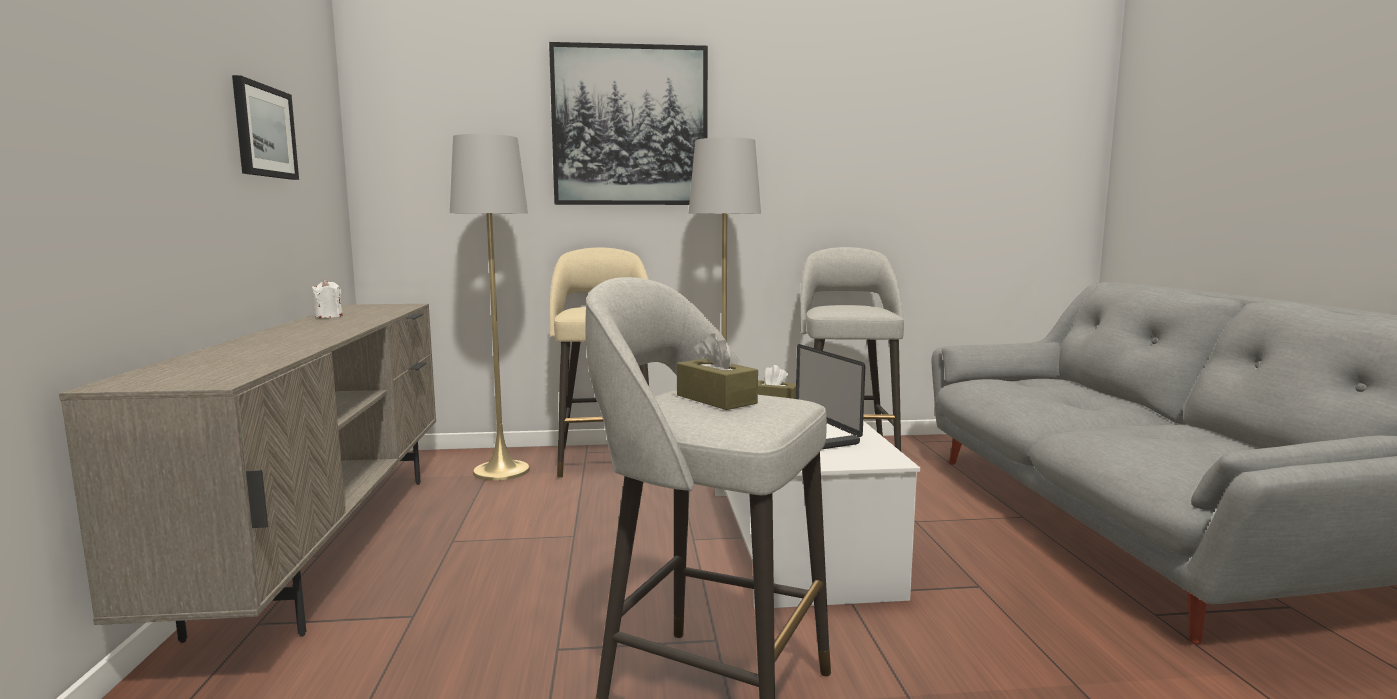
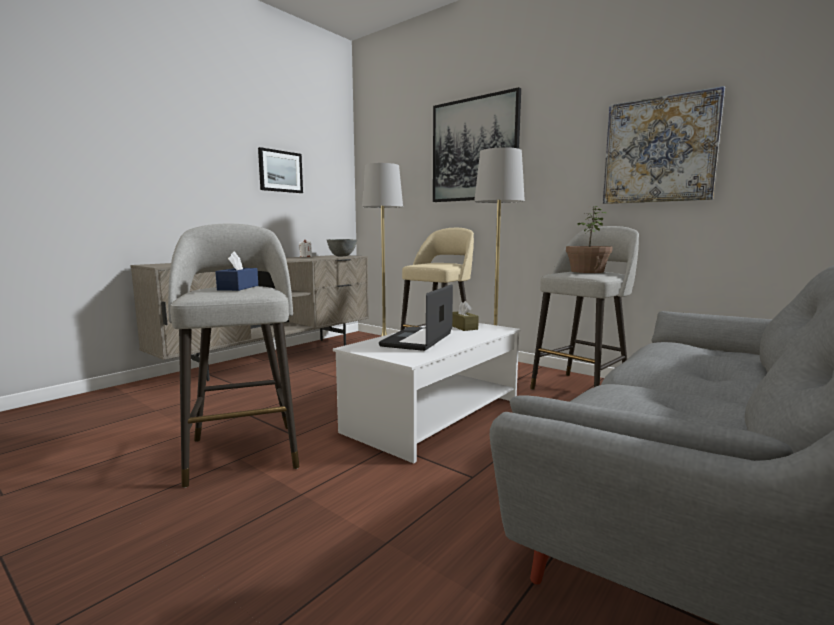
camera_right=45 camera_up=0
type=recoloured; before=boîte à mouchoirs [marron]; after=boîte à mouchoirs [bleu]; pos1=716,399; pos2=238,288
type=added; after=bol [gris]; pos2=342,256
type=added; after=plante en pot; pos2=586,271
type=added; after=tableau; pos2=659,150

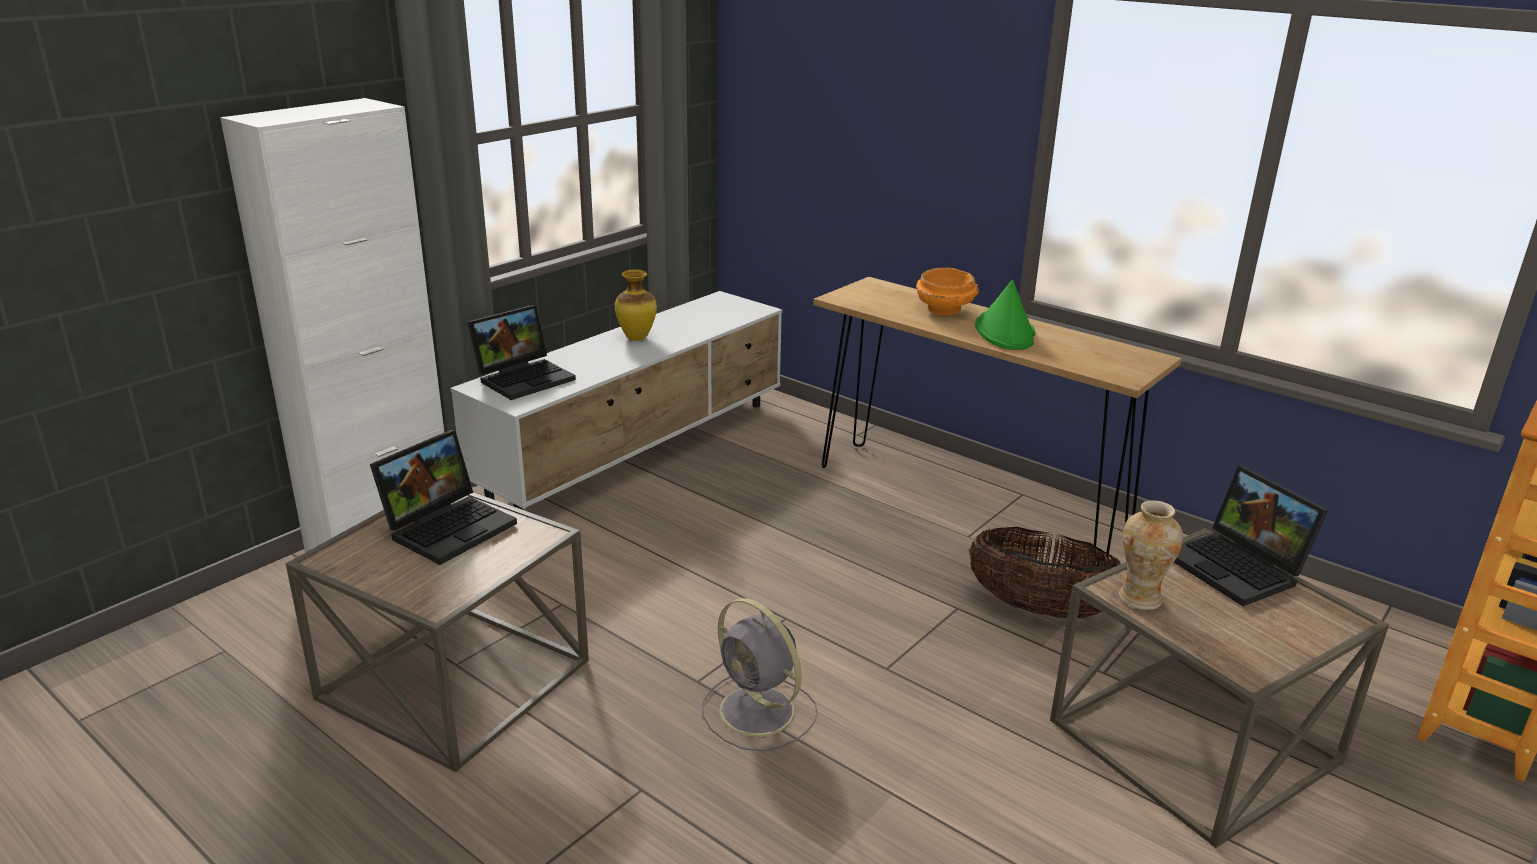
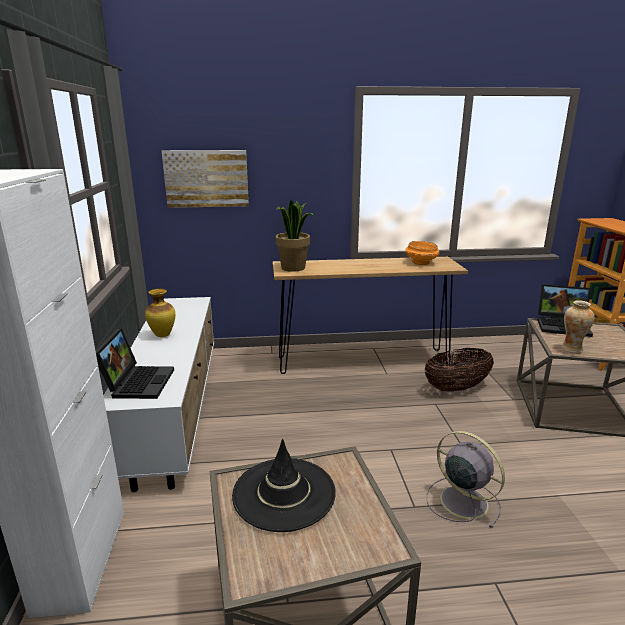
camera_right=-45 camera_up=-5
type=added; after=tableau; pos2=206,178
type=replaced; before=ordinateur portable; after=chapeau [noir]; pos1=450,526; pos2=284,493
type=added; after=plante en pot; pos2=293,268
type=moved; before=bol [orange]; pos1=945,310; pos2=421,263
type=turned; before=ventilateur [gris]; pos1=760,713; pos2=461,500; turn=-135
type=removed; before=chapeau [vert]; pos1=1005,332

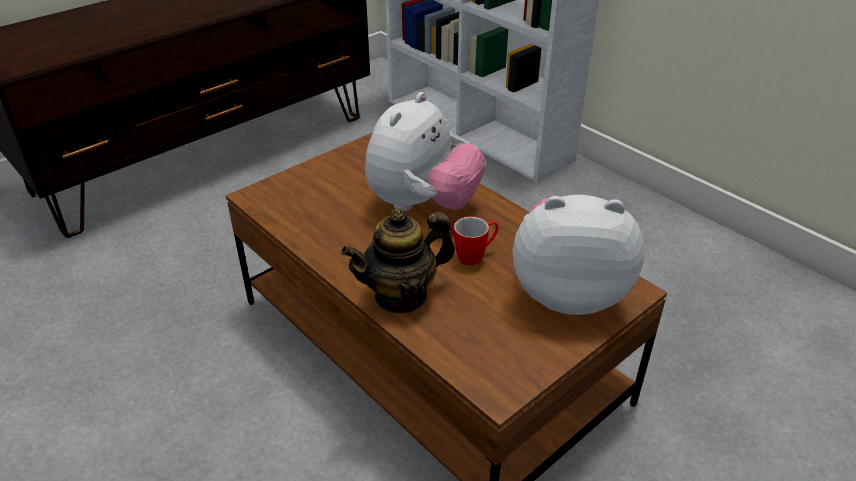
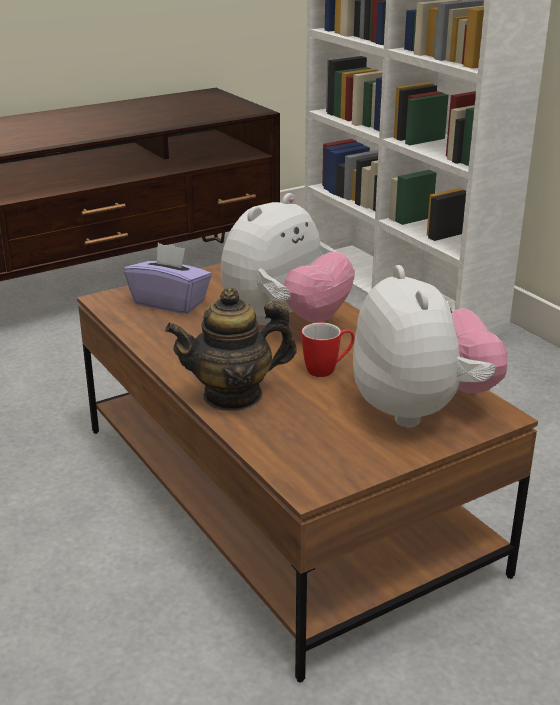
camera_right=10 camera_up=-10
type=added; after=boîte à mouchoirs [violet]; pos2=170,302
type=turned; before=peluche; pos1=568,292; pos2=421,410; turn=60

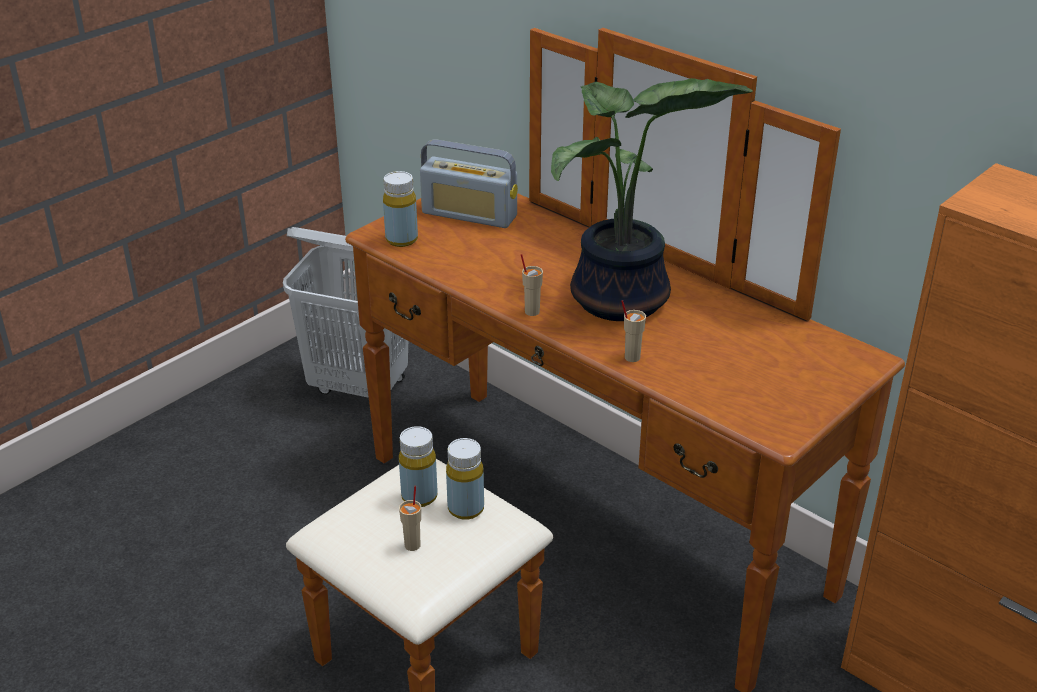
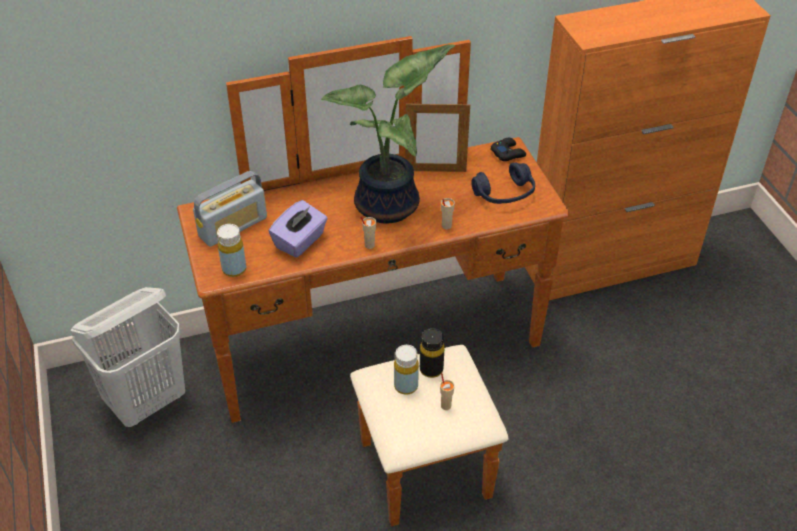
camera_right=-60 camera_up=10
type=added; after=boîte à mouchoirs [violet]; pos2=300,241
type=added; after=cadre photo; pos2=435,171
type=recoloured; before=bouteille [jaune]; after=bouteille [noir]; pos1=466,509; pos2=431,369
type=added; after=casque audio [bleu]; pos2=504,194
type=added; after=manette [noir]; pos2=508,153

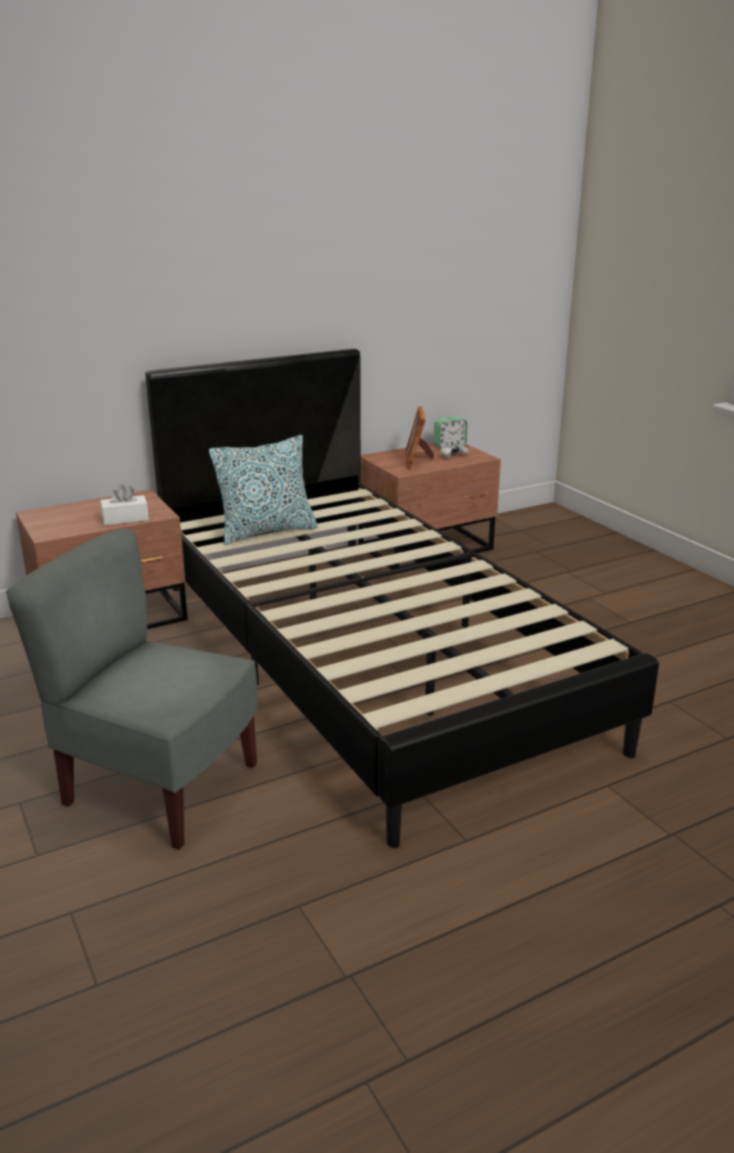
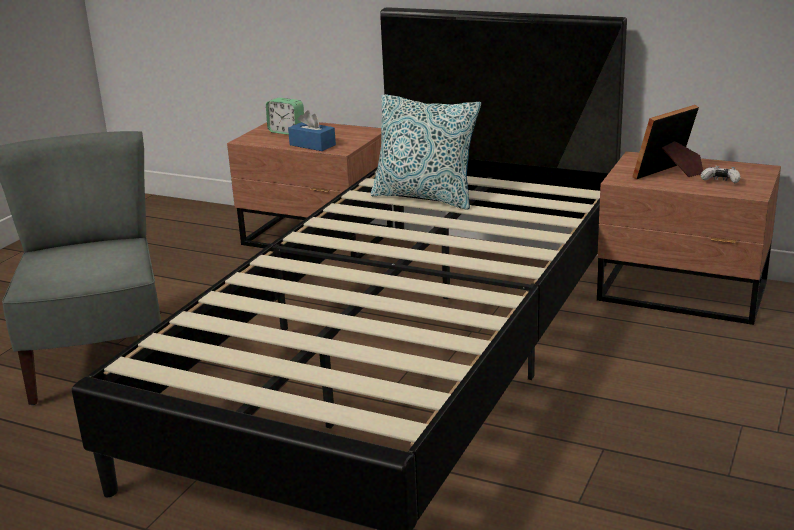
camera_right=55 camera_up=0
type=moved; before=réveil; pos1=449,446; pos2=286,132
type=recoloured; before=boîte à mouchoirs [blanc]; after=boîte à mouchoirs [bleu]; pos1=125,519; pos2=312,145

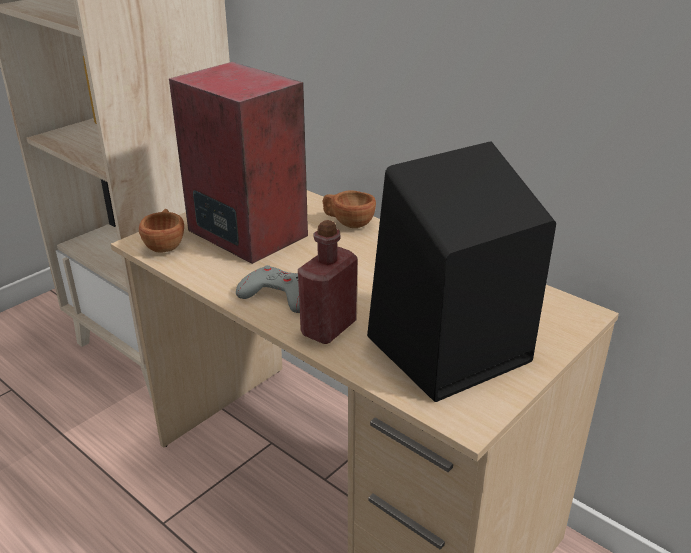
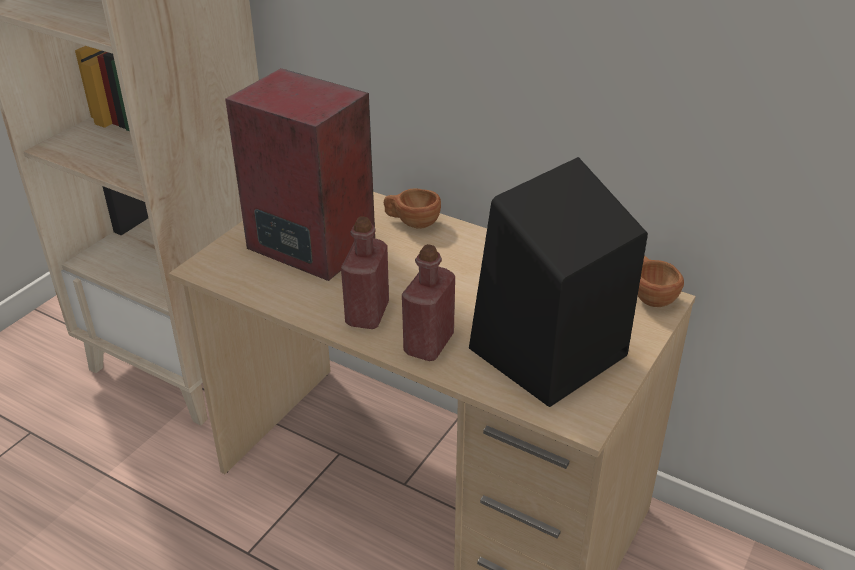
camera_right=-10 camera_up=5
type=replaced; before=manette [gris]; after=bouteille [rouge]; pos1=278,295; pos2=367,314
type=moved; before=tasse [marron]; pos1=165,245; pos2=650,296

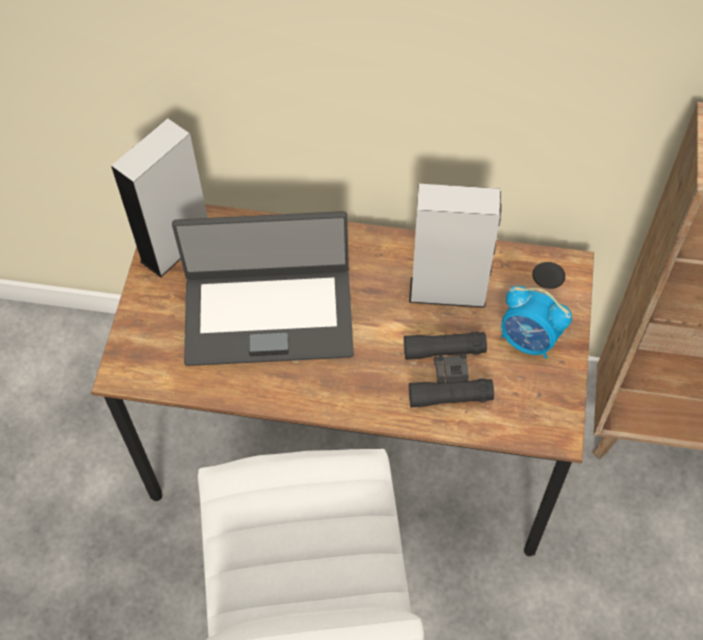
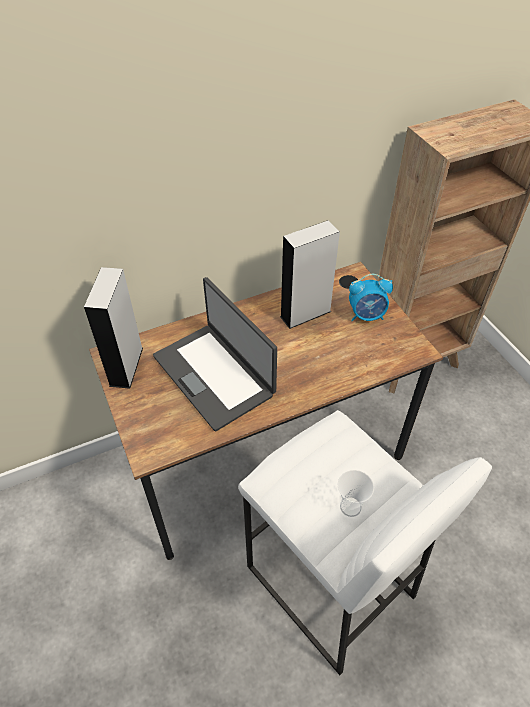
camera_right=-35 camera_up=-10
type=turned; before=ordinateur portable; pos1=268,315; pos2=214,374; turn=90
type=added; after=tasse; pos2=350,507
type=removed; before=jumelles [noir]; pos1=447,374

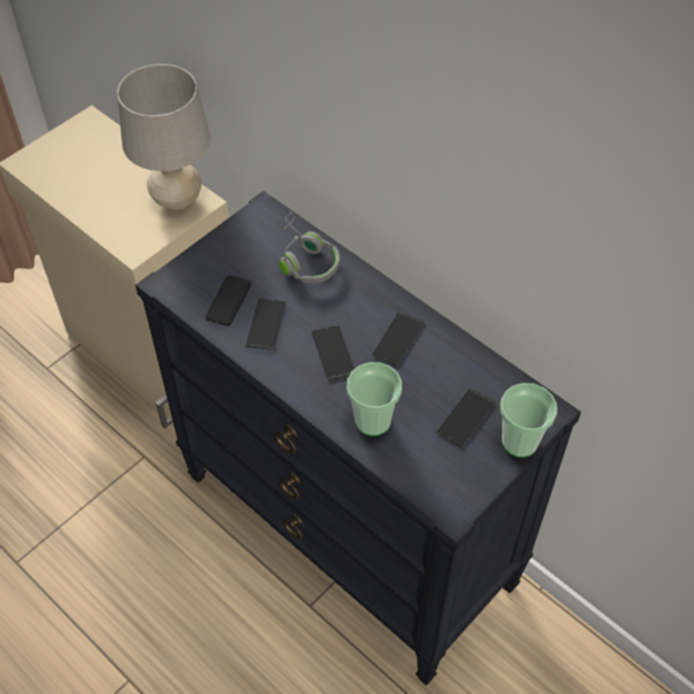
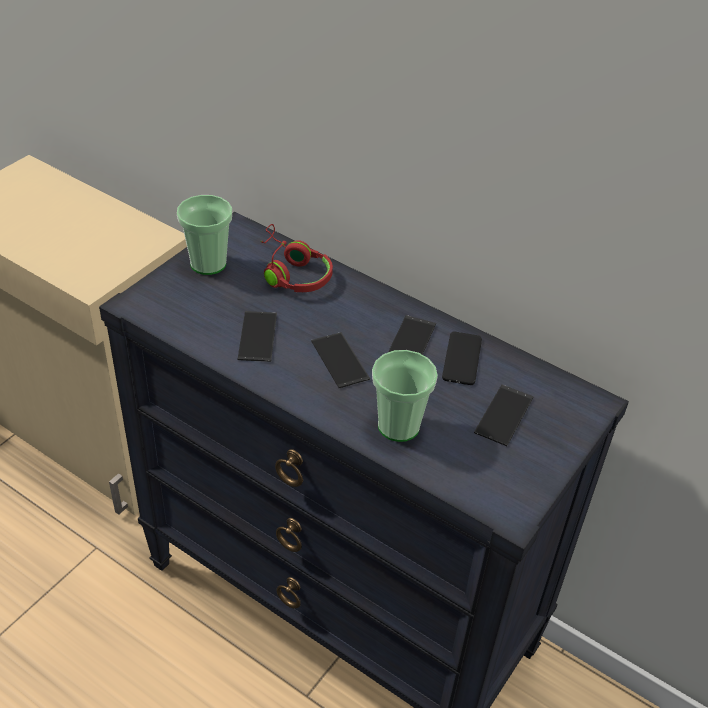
camera_right=-10 camera_up=-10
type=moved; before=tasse; pos1=519,442; pos2=208,263
type=recoloured; before=casque audio [gris]; after=casque audio [rouge]; pos1=305,259; pos2=291,272
type=moved; before=téléphone; pos1=228,301; pos2=462,359
type=removed; before=lampe de table [beige]; pos1=177,199

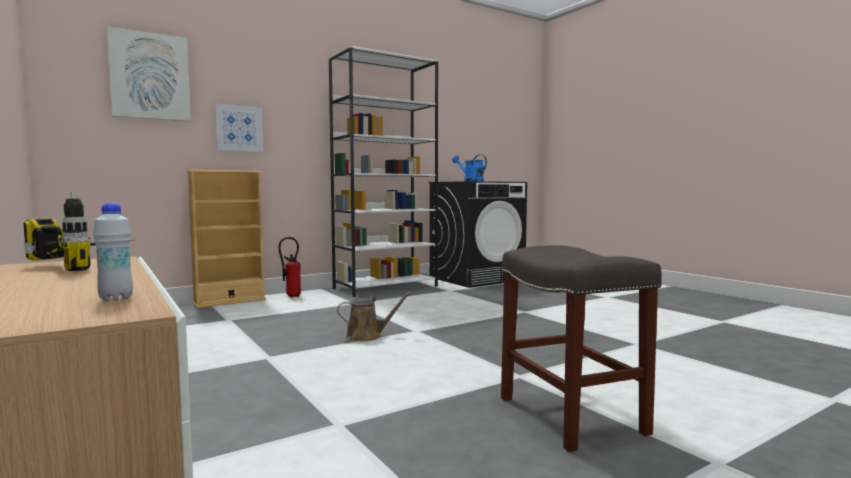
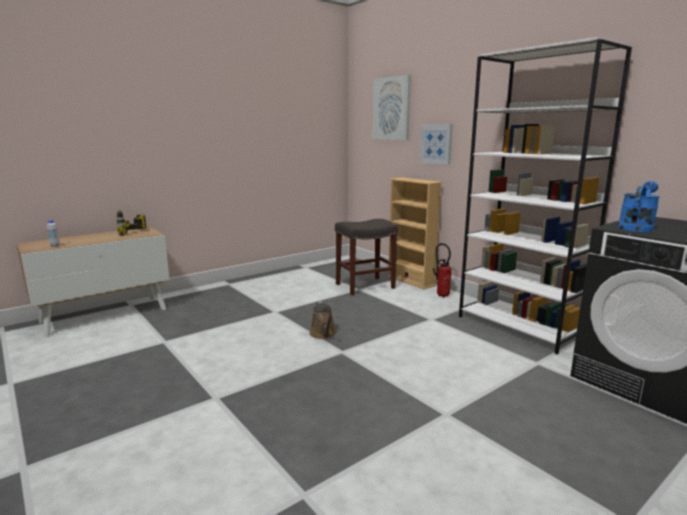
camera_right=85 camera_up=10
type=moved; before=tabouret [gris]; pos1=572,416; pos2=364,286

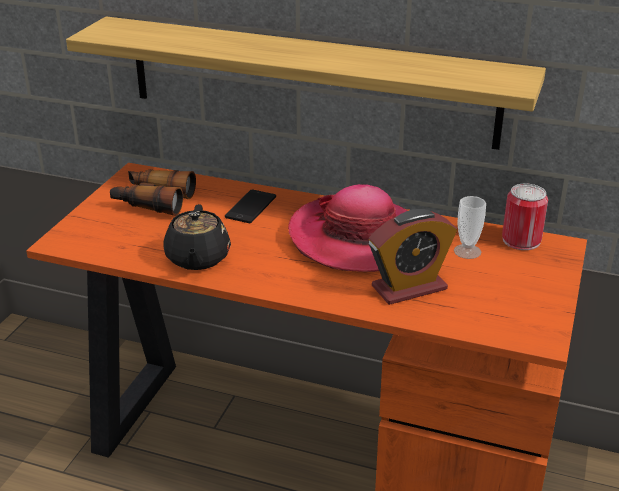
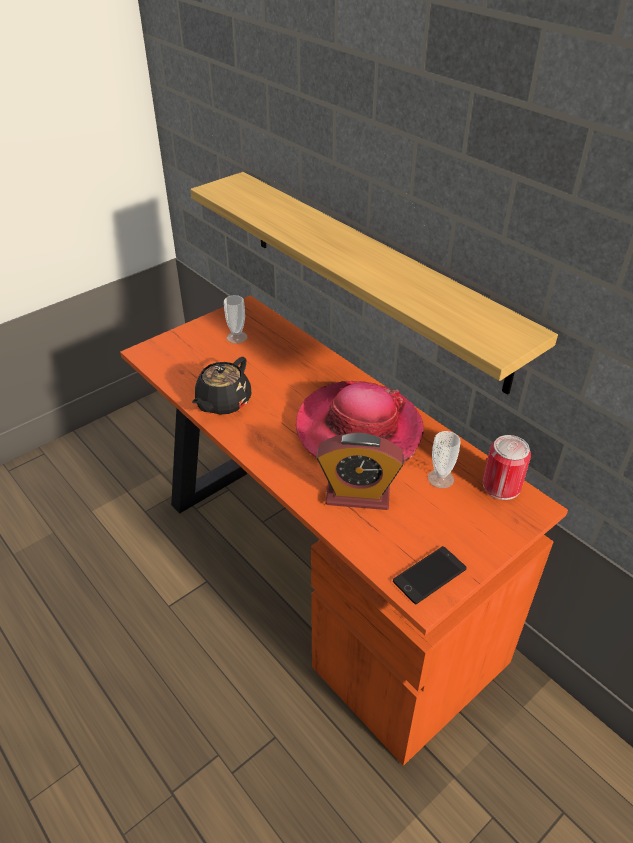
camera_right=30 camera_up=10
type=replaced; before=jumelles; after=tasse; pos1=153,201; pos2=237,337
type=moved; before=téléphone; pos1=251,207; pos2=429,575

